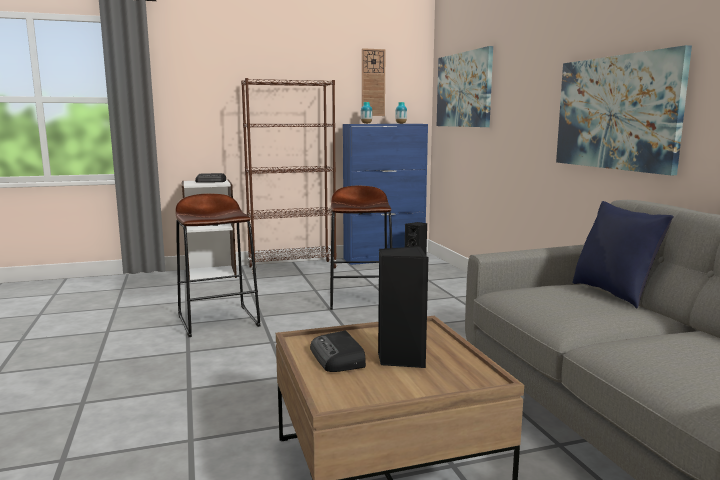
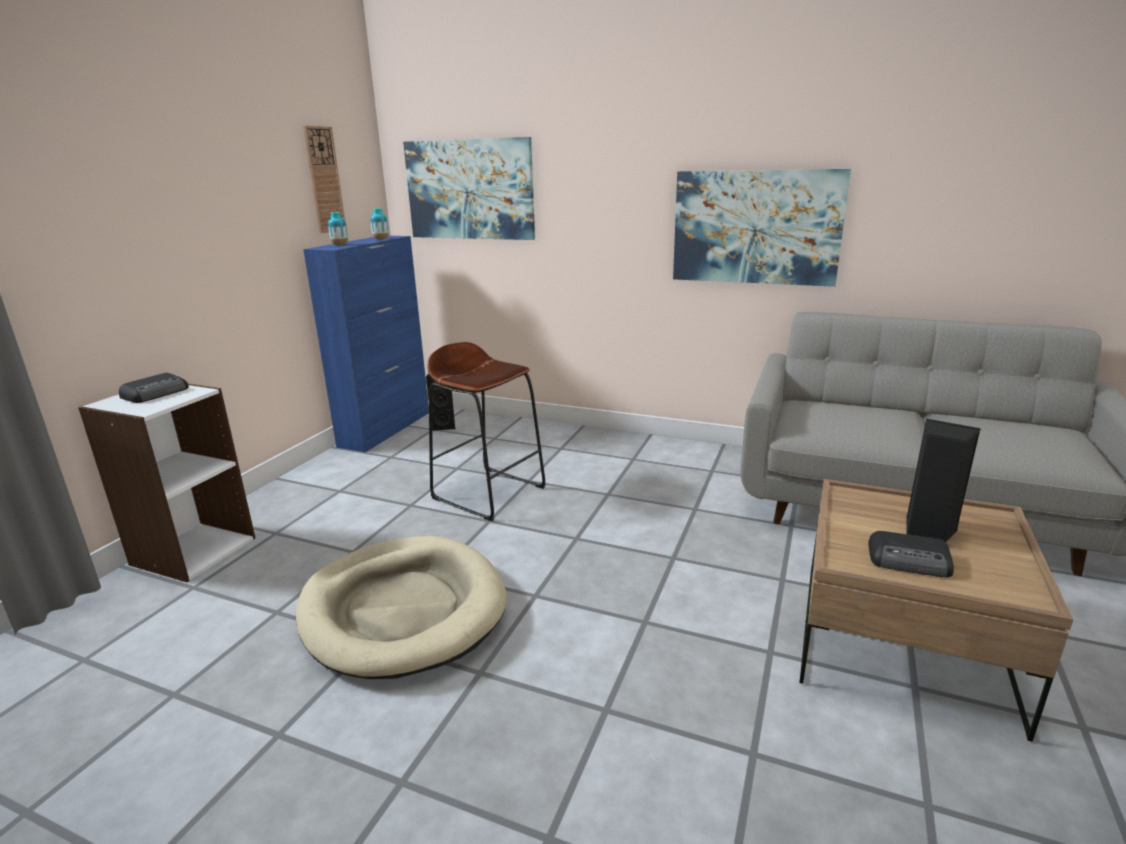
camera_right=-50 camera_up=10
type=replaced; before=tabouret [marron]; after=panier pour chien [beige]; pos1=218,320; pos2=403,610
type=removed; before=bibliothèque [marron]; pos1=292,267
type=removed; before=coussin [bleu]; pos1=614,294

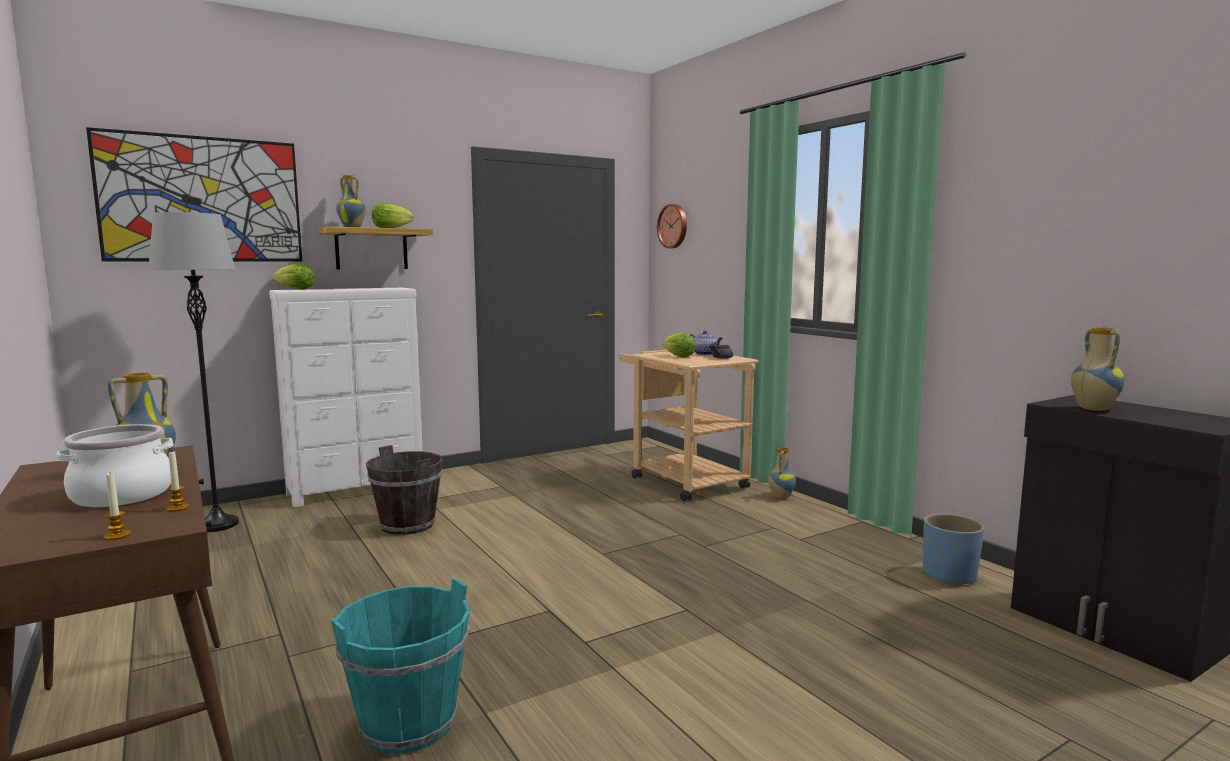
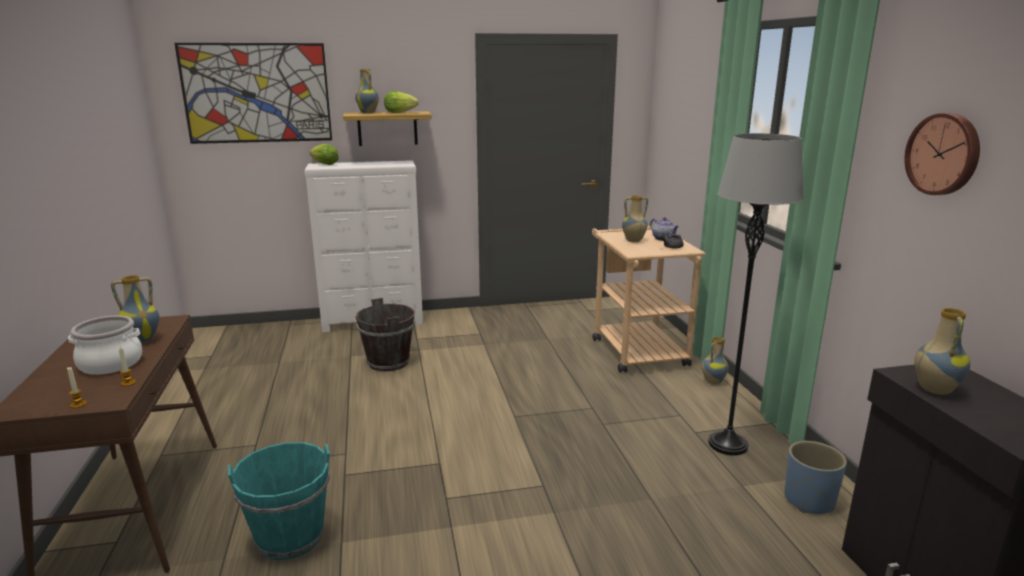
camera_right=20 camera_up=10
type=replaced; before=laitue; after=vase; pos1=678,356; pos2=633,241
type=moved; before=lampadaire [gris]; pos1=217,525; pos2=728,444
type=moved; before=horloge murale; pos1=673,226; pos2=944,154

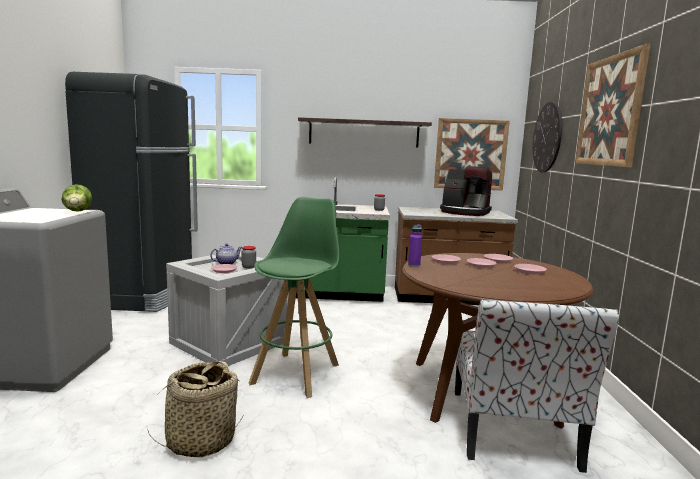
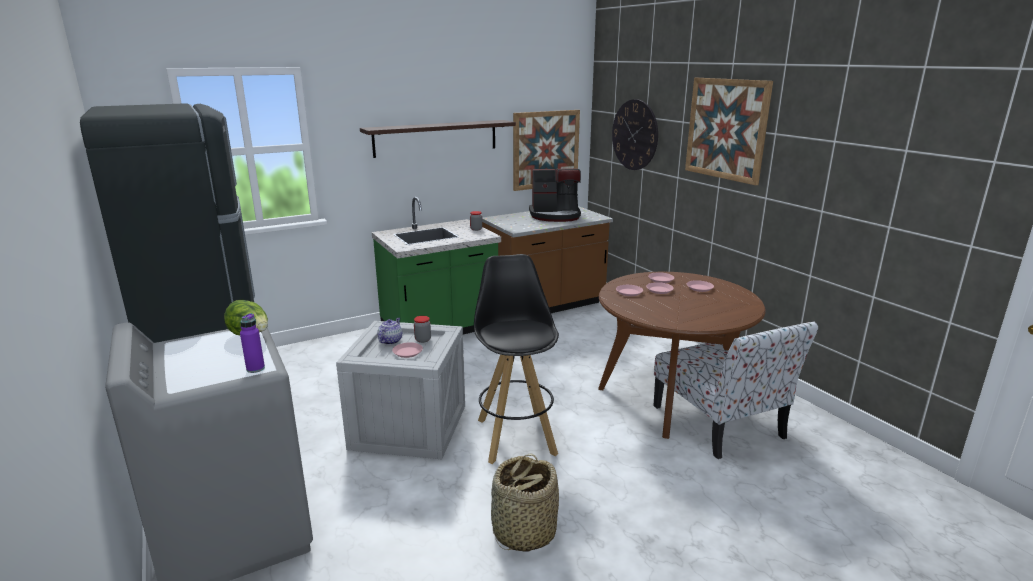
camera_right=-30 camera_up=10
type=moved; before=bouteille [violet]; pos1=414,265; pos2=255,369
type=recoloured; before=tabouret [vert]; after=tabouret [noir]; pos1=296,373; pos2=516,435

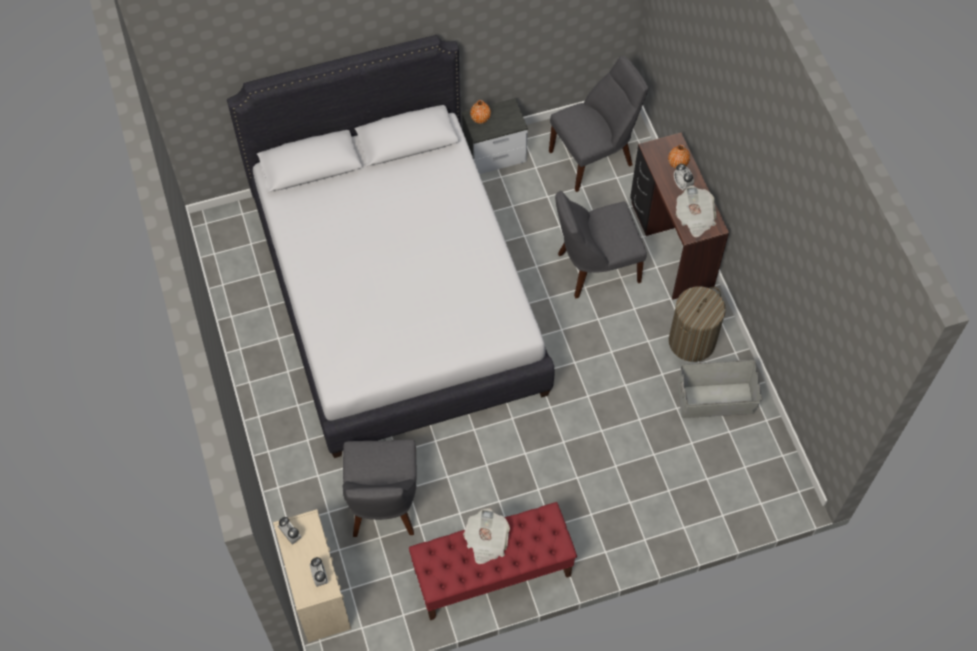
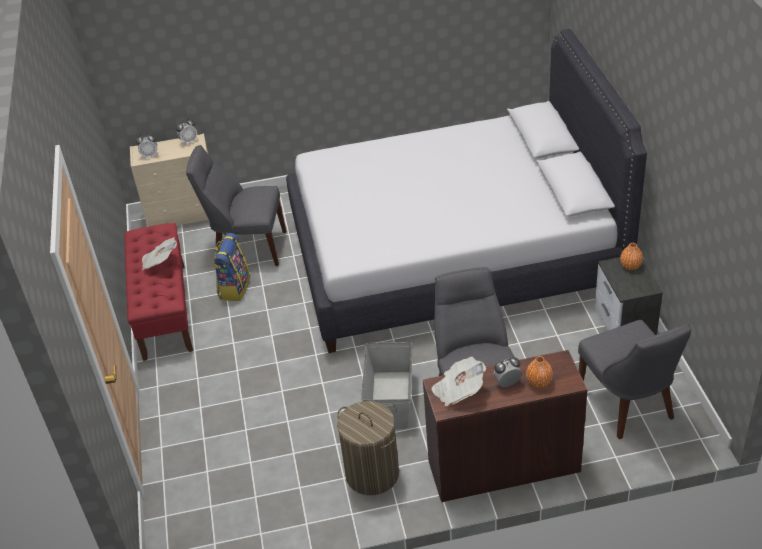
camera_right=100 camera_up=-20
type=added; after=sac à dos; pos2=234,288
type=moved; before=boîte de rangement [gris]; pos1=716,400; pos2=389,400

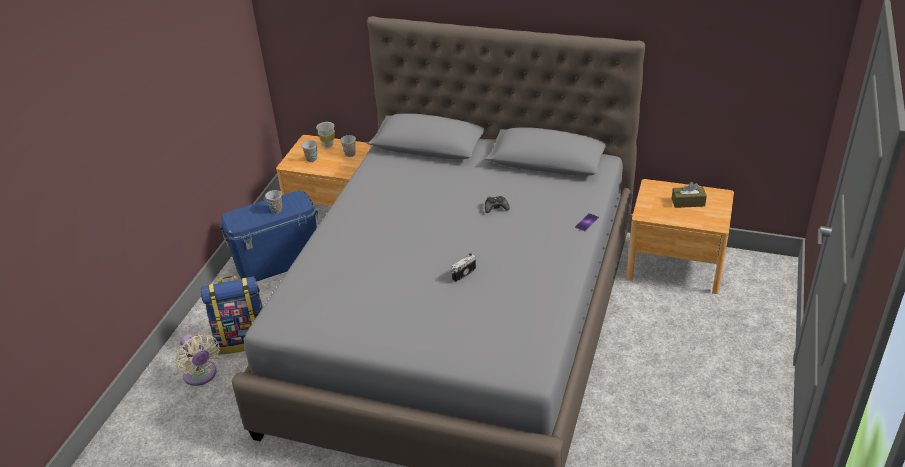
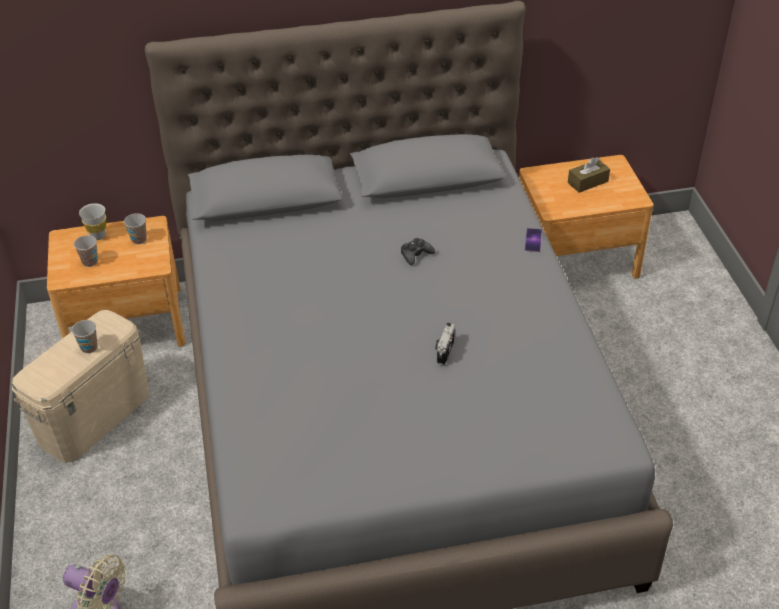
camera_right=-30 camera_up=5
type=recoloured; before=boîte de rangement [bleu]; after=boîte de rangement [beige]; pos1=278,262; pos2=94,417
type=removed; before=sac à dos; pos1=243,339

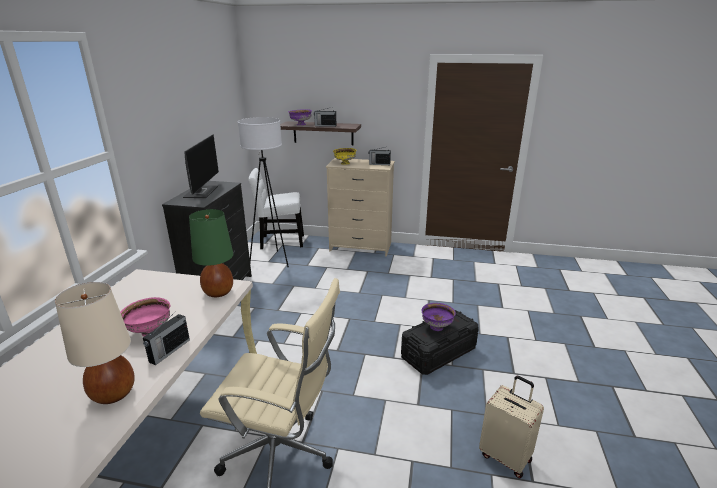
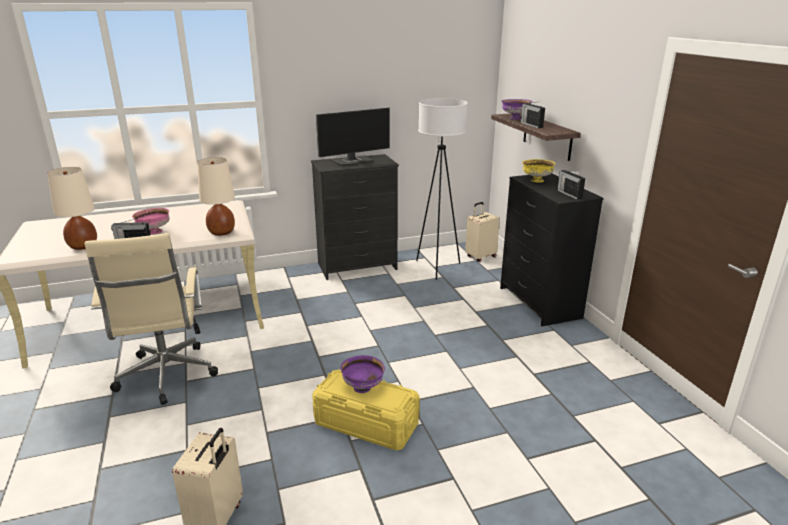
camera_right=60 camera_up=0
type=recoloured; before=lampe de table [vert]; after=lampe de table [beige]; pos1=218,292; pos2=221,232
type=recoloured; before=boîte de rangement [noir]; after=boîte de rangement [jaune]; pos1=438,353; pos2=366,424
type=replaced; before=chaise [blanc]; after=valise [beige]; pos1=279,241; pos2=480,257
type=recoloured; before=commode [beige]; after=commode [noir]; pos1=360,247; pos2=539,302

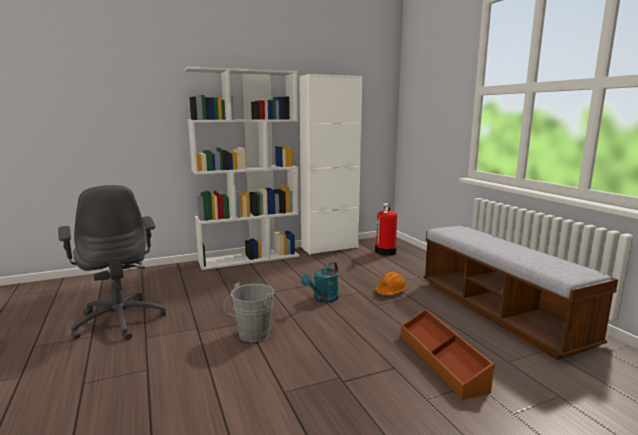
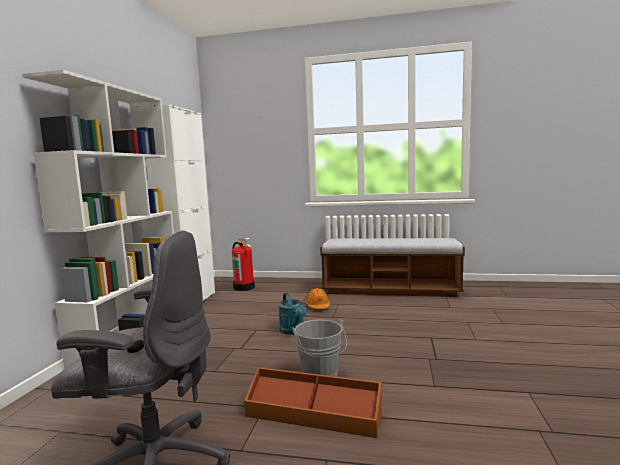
camera_right=-55 camera_up=-5
type=moved; before=boîte de rangement [marron]; pos1=442,361; pos2=313,414

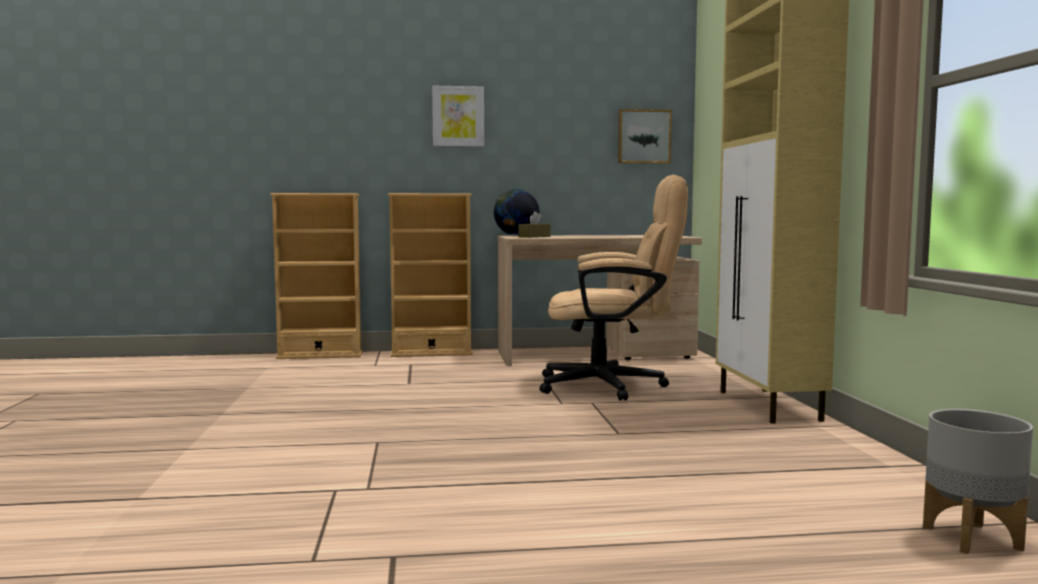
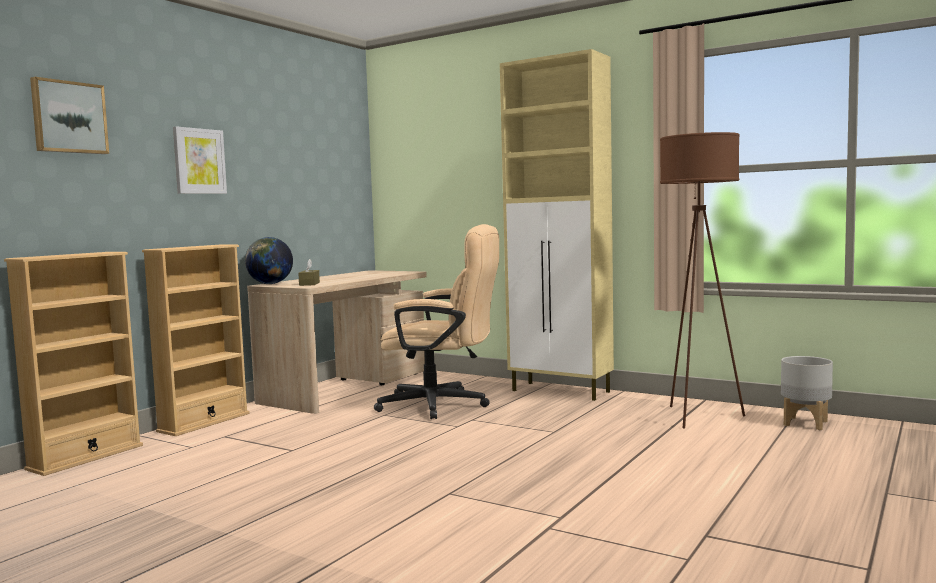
camera_right=-50 camera_up=0
type=moved; before=tableau; pos1=643,137; pos2=68,117
type=turned; before=chaise de bureau [beige]; pos1=613,386; pos2=443,405; turn=60
type=added; after=lampadaire [marron]; pos2=698,417

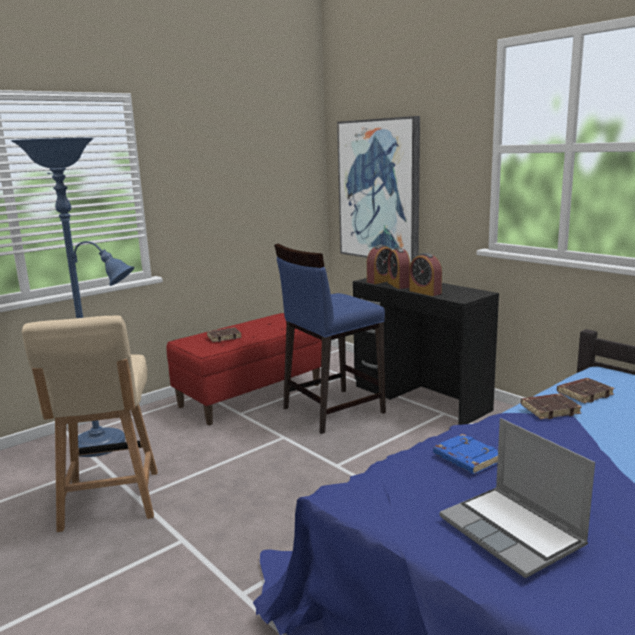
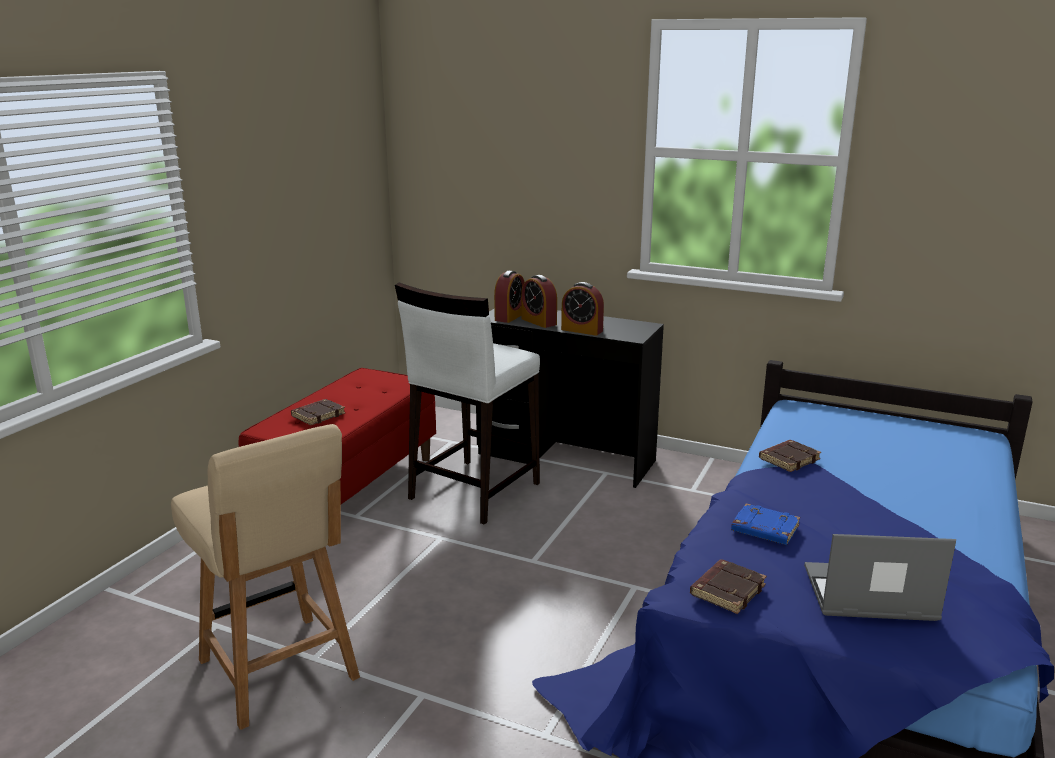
camera_right=-25 camera_up=5
type=recoloured; before=tabouret [bleu]; after=tabouret [blanc]; pos1=332,410; pos2=473,491
type=moved; before=livre [marron]; pos1=584,393; pos2=727,590
type=turned; before=ordinateur portable; pos1=513,532; pos2=867,596; turn=150
type=removed; before=lampadaire [bleu]; pos1=105,444
type=removed; before=tableau; pos1=379,190

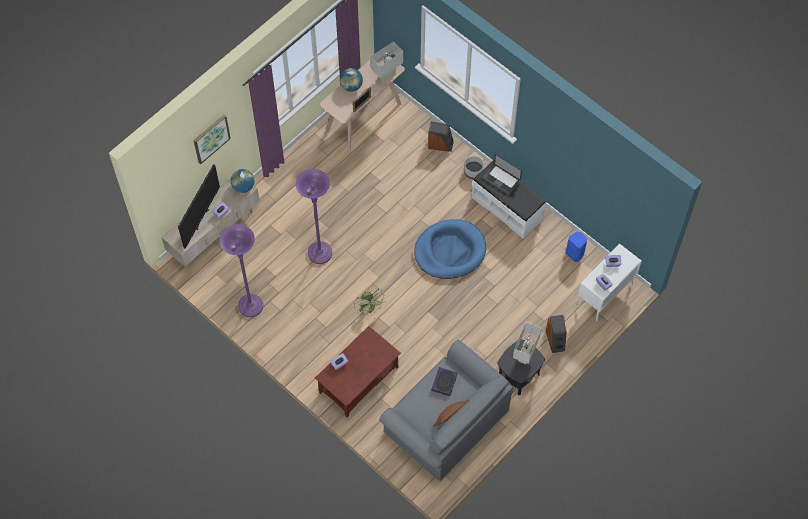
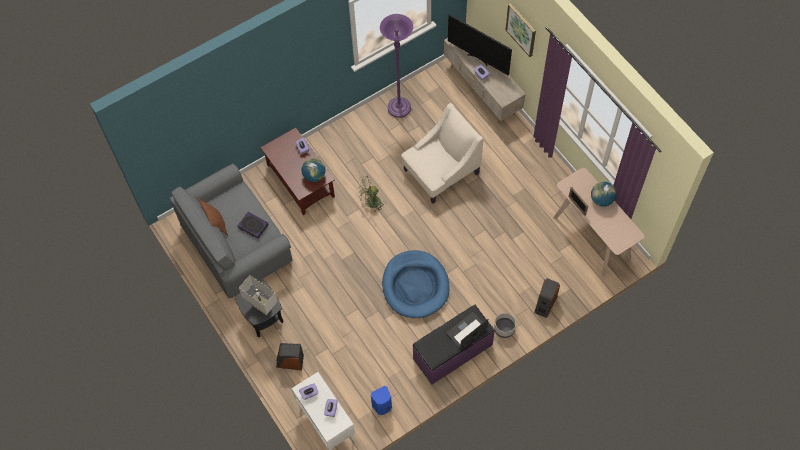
camera_right=105 camera_up=0
type=moved; before=globe; pos1=243,187; pos2=314,176
type=replaced; before=lampadaire [violet]; after=fauteuil [beige]; pos1=320,253; pos2=440,172
type=recoloured; before=banc [blanc]; after=banc [violet]; pos1=507,208; pos2=453,352
type=removed; before=lampe de table [blanc]; pos1=387,76

